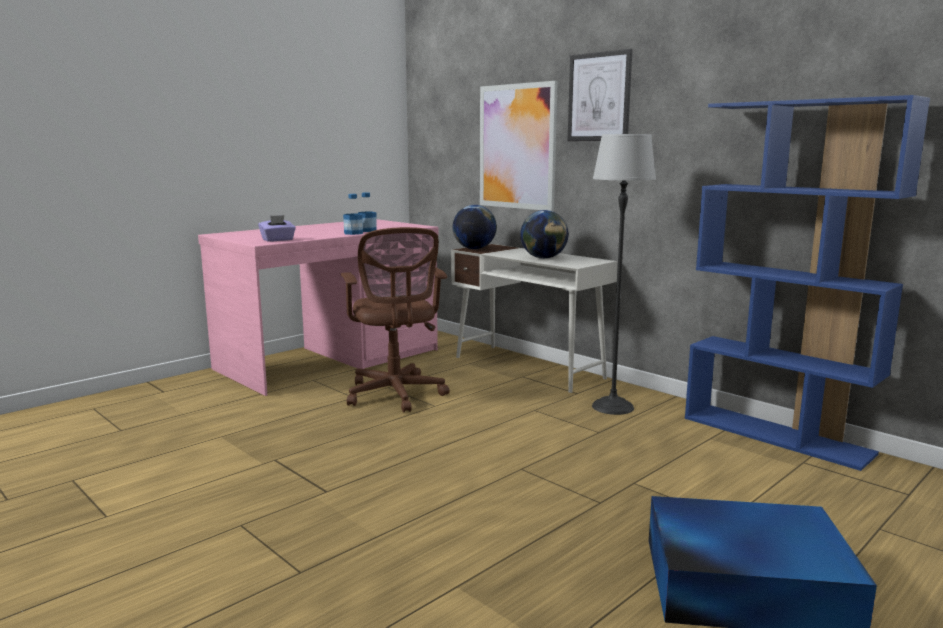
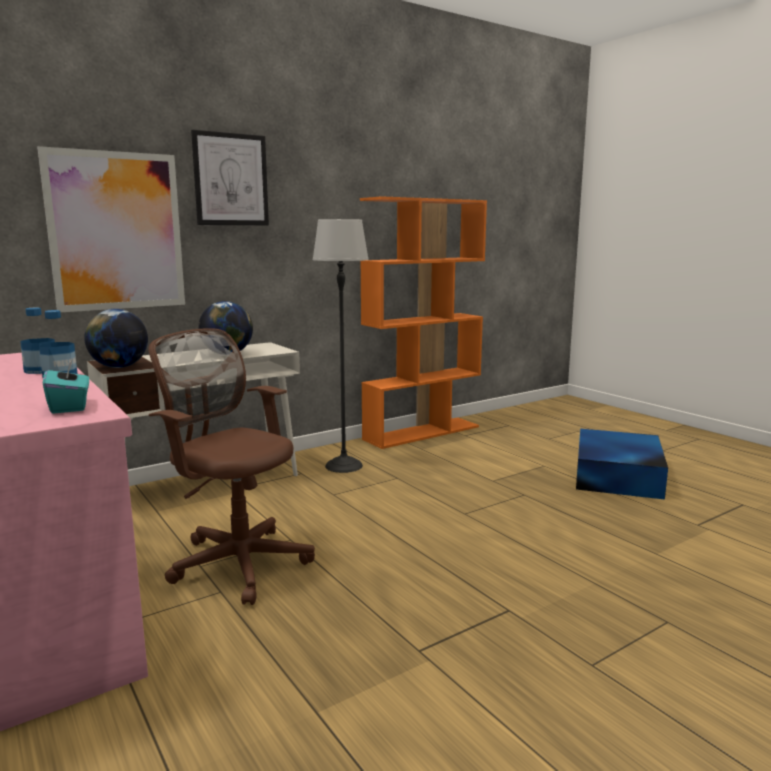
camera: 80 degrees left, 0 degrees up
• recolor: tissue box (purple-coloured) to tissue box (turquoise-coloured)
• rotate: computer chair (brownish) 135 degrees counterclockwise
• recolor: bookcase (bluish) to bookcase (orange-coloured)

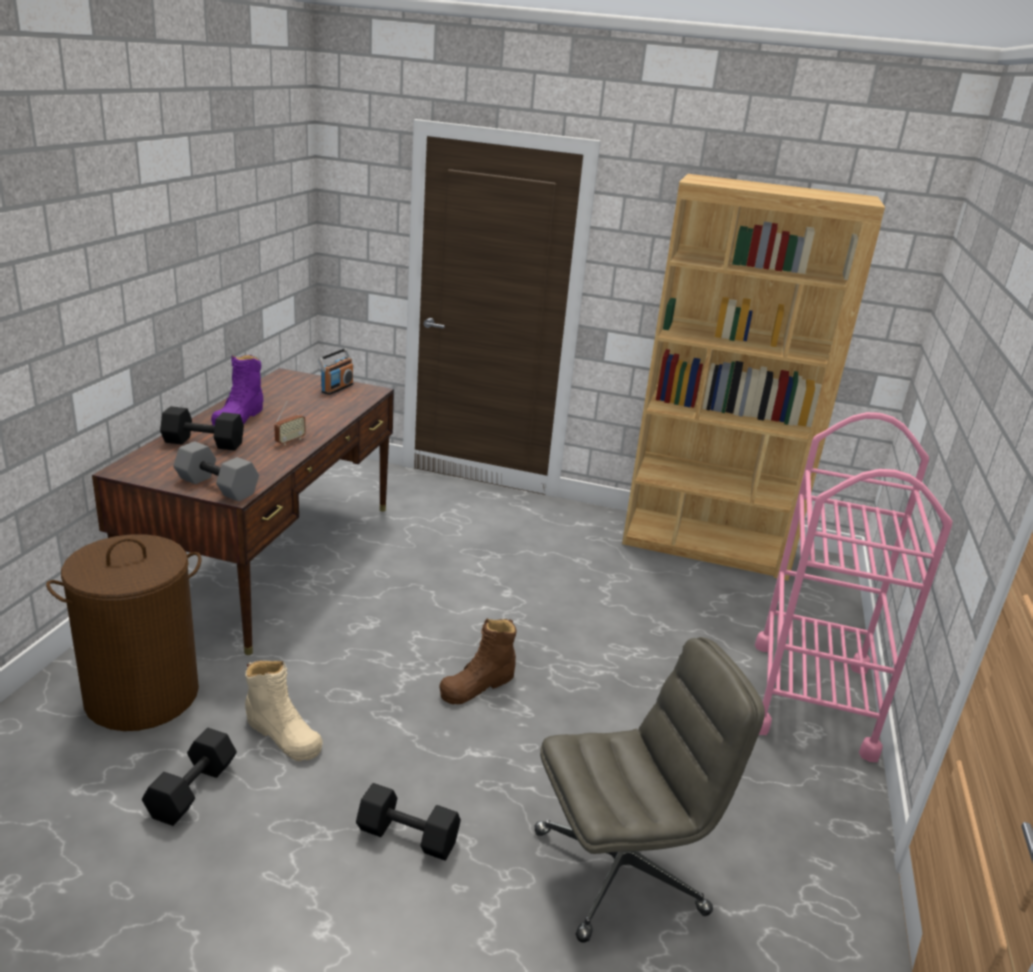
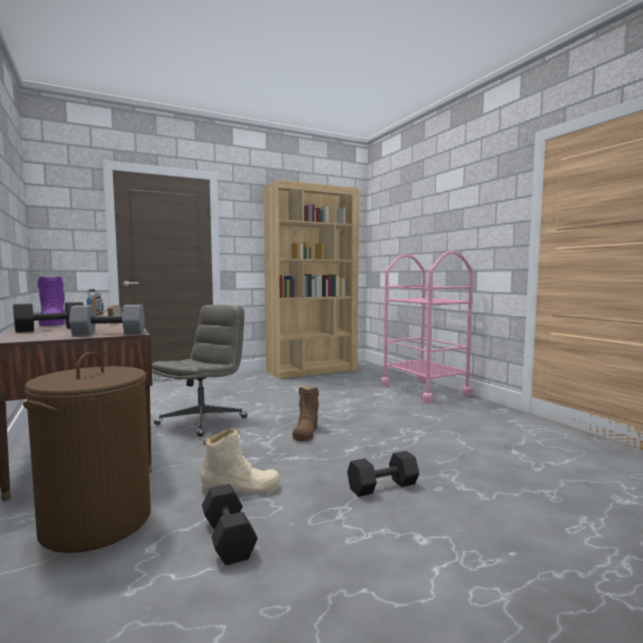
camera: 40 degrees left, 20 degrees down
• move: computer chair (grey)

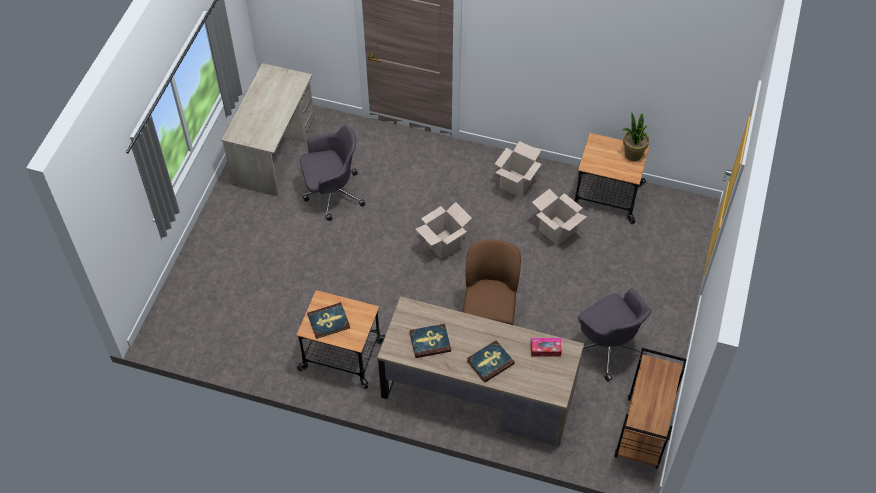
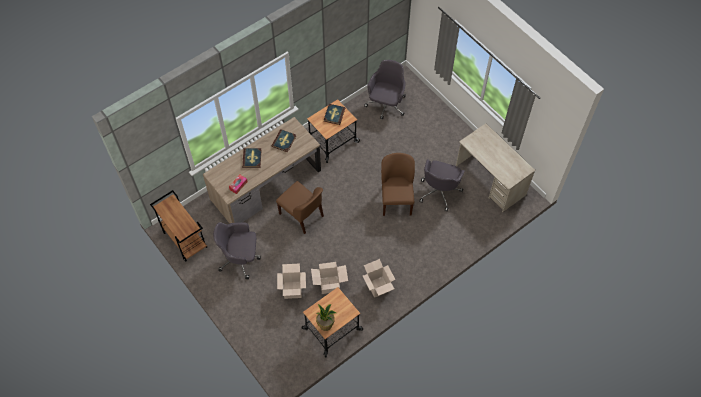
camera: 125 degrees right, 5 degrees up
• move: carton (1st from left)
• insert: computer chair (grey) (2nd from left)
• insert: plain chair (brownish) (2nd from left)

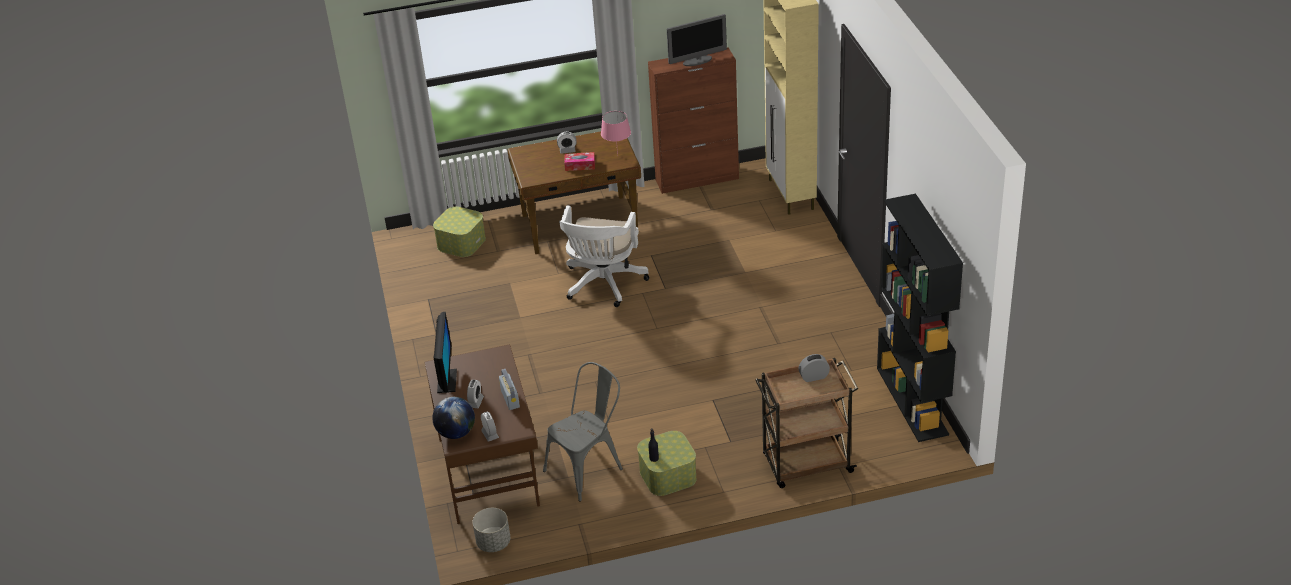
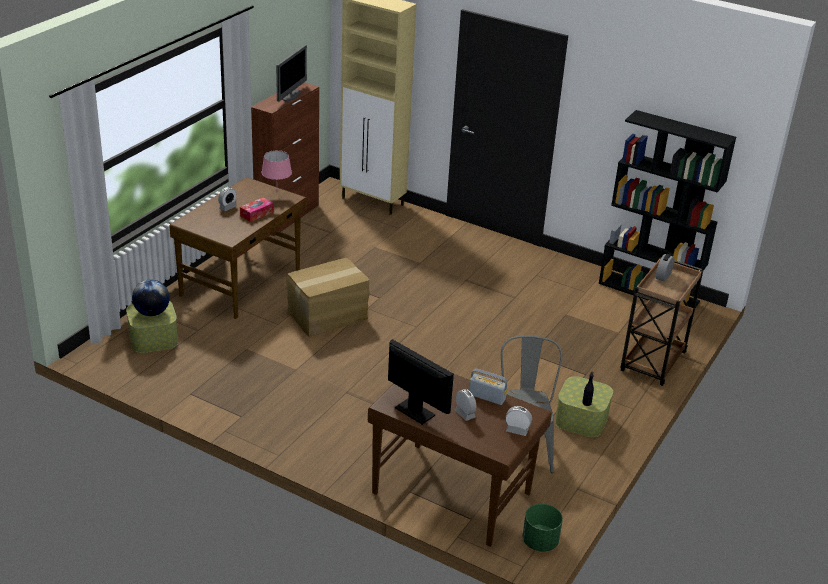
camera: 50 degrees left, 5 degrees down
• move: world globe
• recolor: plant pot (grey) to plant pot (green-coloured)
• replace: computer chair (white-coloured) to carton

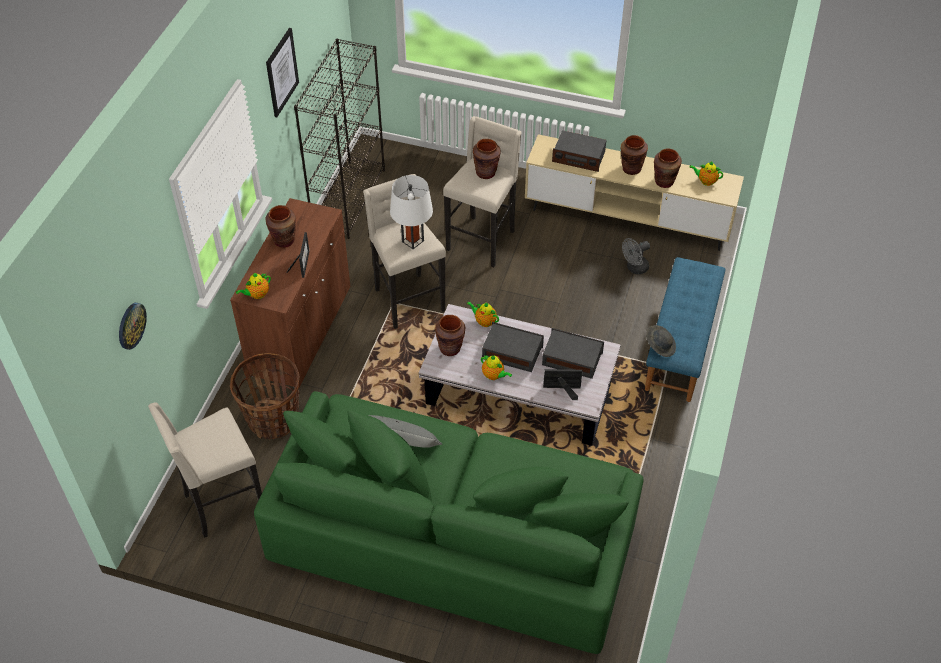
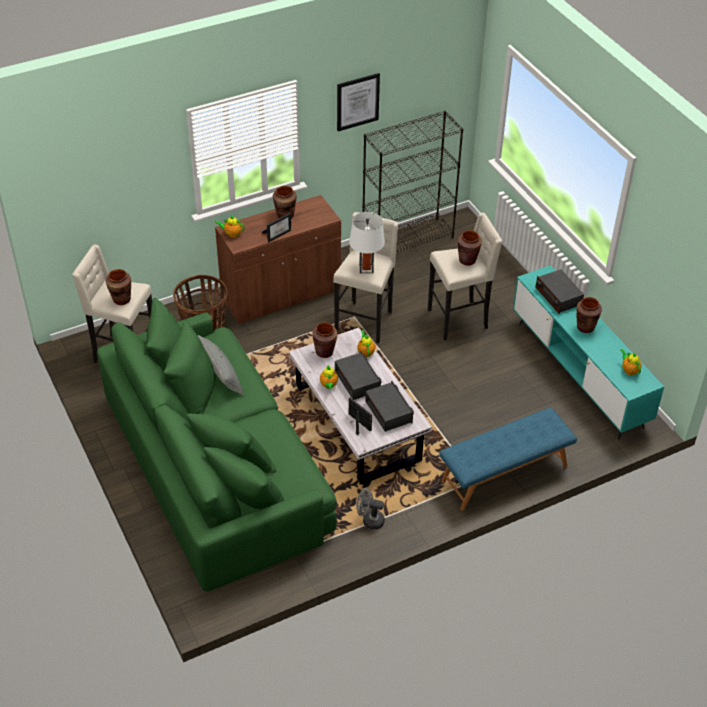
camera: 45 degrees right, 5 degrees down
• delete: wall clock
• recolor: tv stand (beige) to tv stand (turquoise-coloured)
• move: fan (grey)
• delete: hat (grey)
• move: vase (brownish) (5th from left in the first image) to vase (brownish) (1st from left)

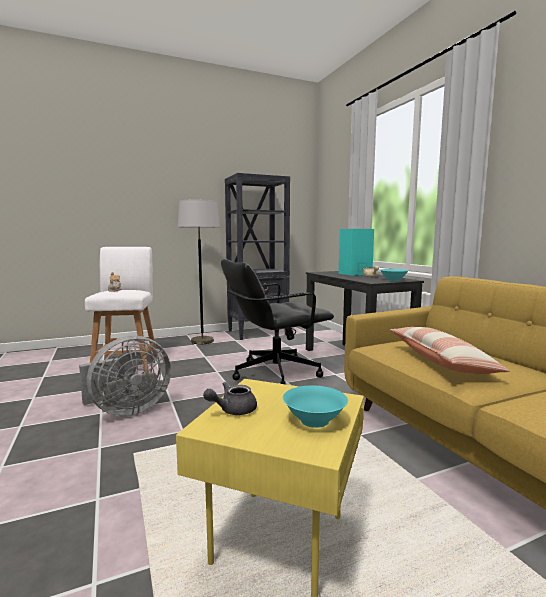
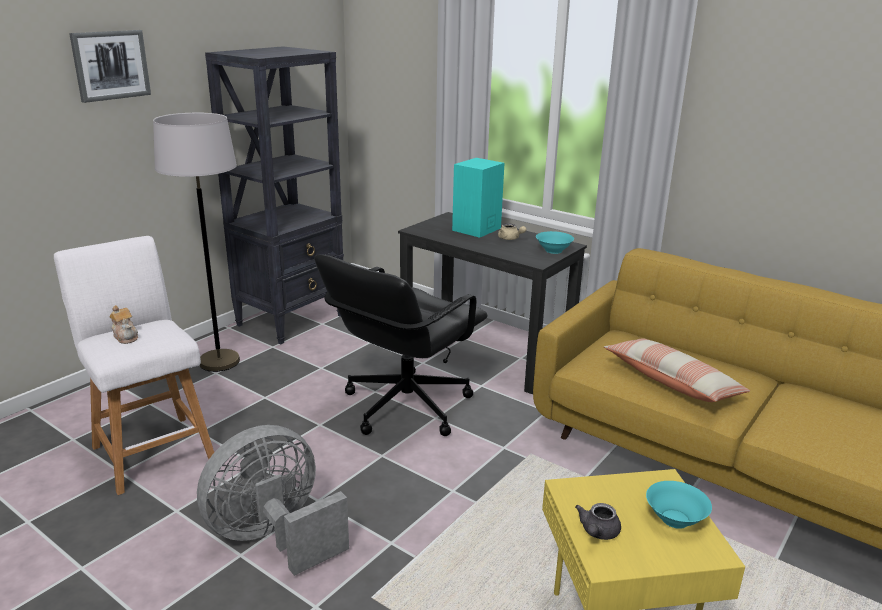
camera: 30 degrees left, 15 degrees up
• rotate: fan (grey) 150 degrees counterclockwise
• insert: wall picture

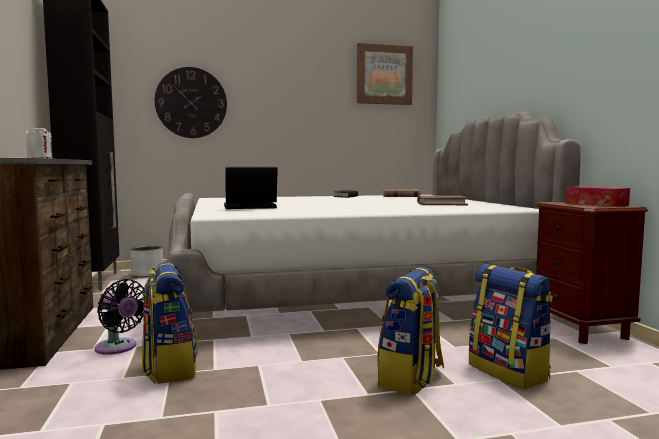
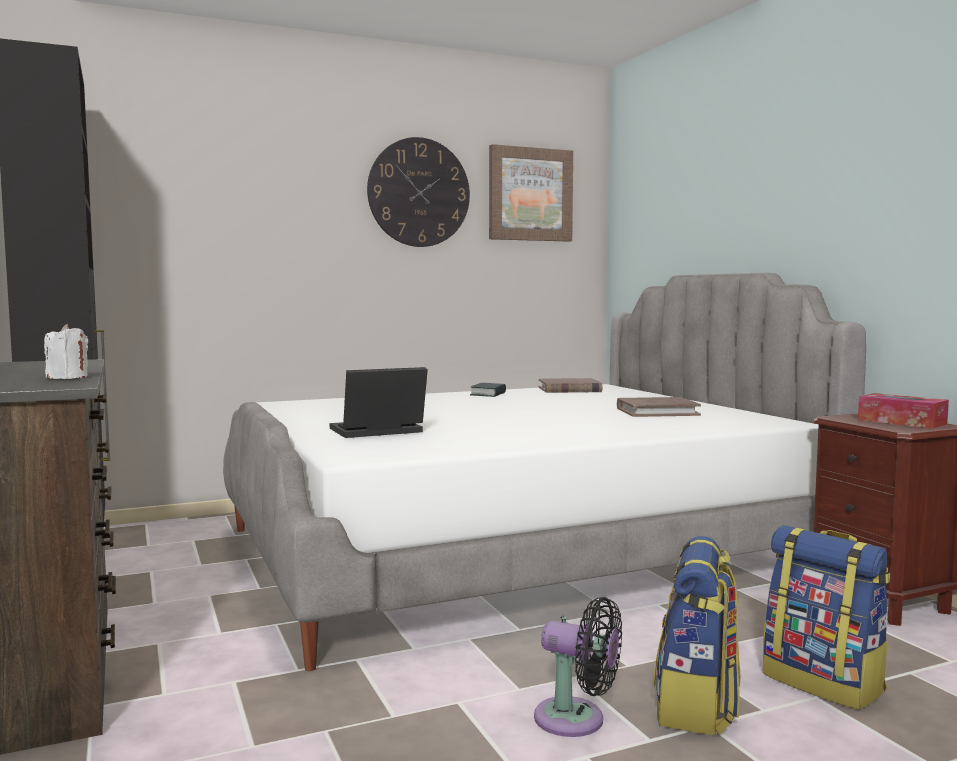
camera: 10 degrees left, 0 degrees up
• move: fan (blackish)
• delete: plant pot (grey)
• delete: knapsack (1st from left)
• move: wall clock

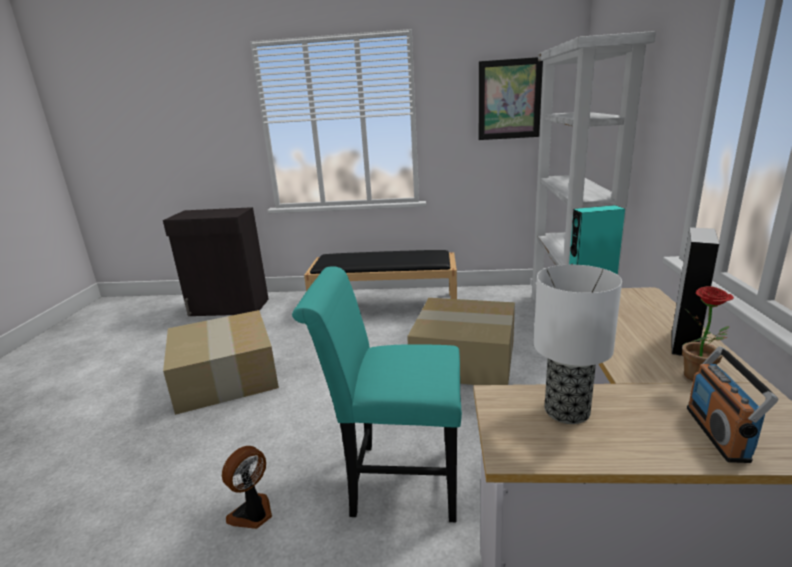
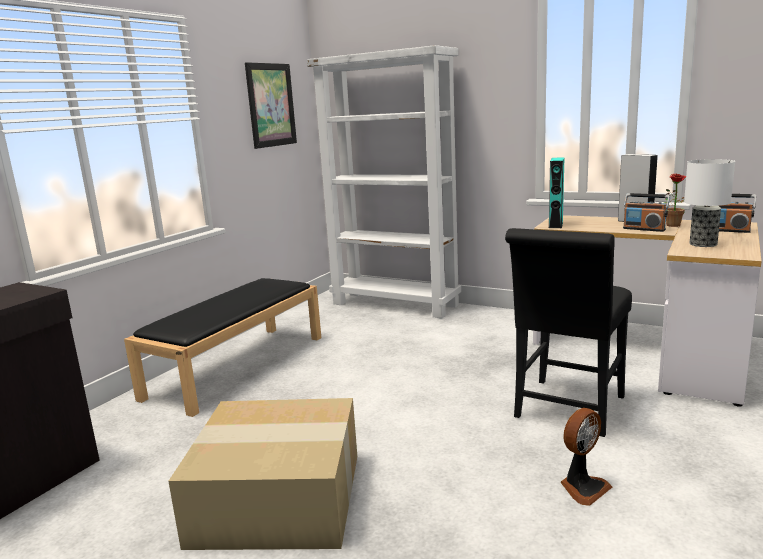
camera: 65 degrees left, 5 degrees down
• rotate: fan 105 degrees counterclockwise
• recolor: plain chair (turquoise-coloured) to plain chair (blackish)
• delete: carton (2nd from left)
• insert: radio set (1st from left)

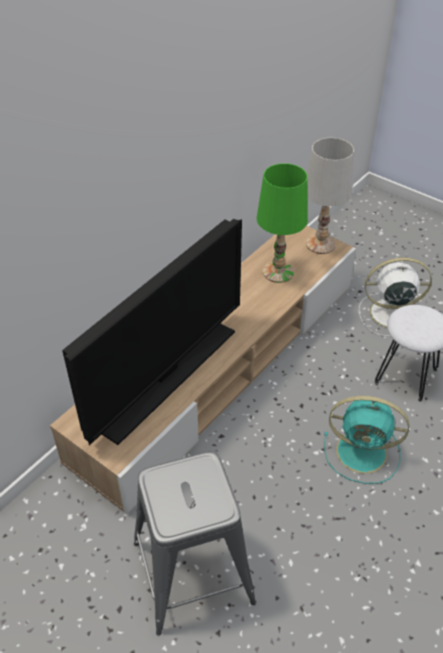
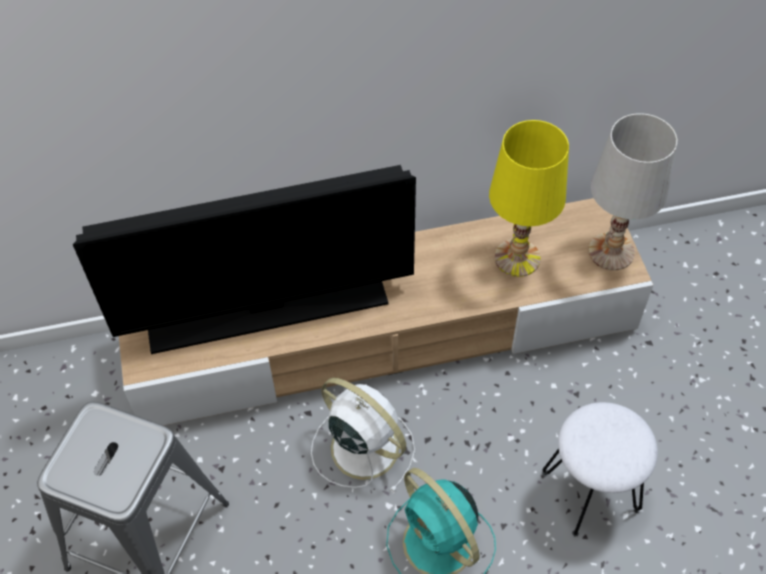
camera: 40 degrees right, 10 degrees up
• recolor: tabletop lamp (green-coloured) to tabletop lamp (yellow)
• move: fan (white-coloured)

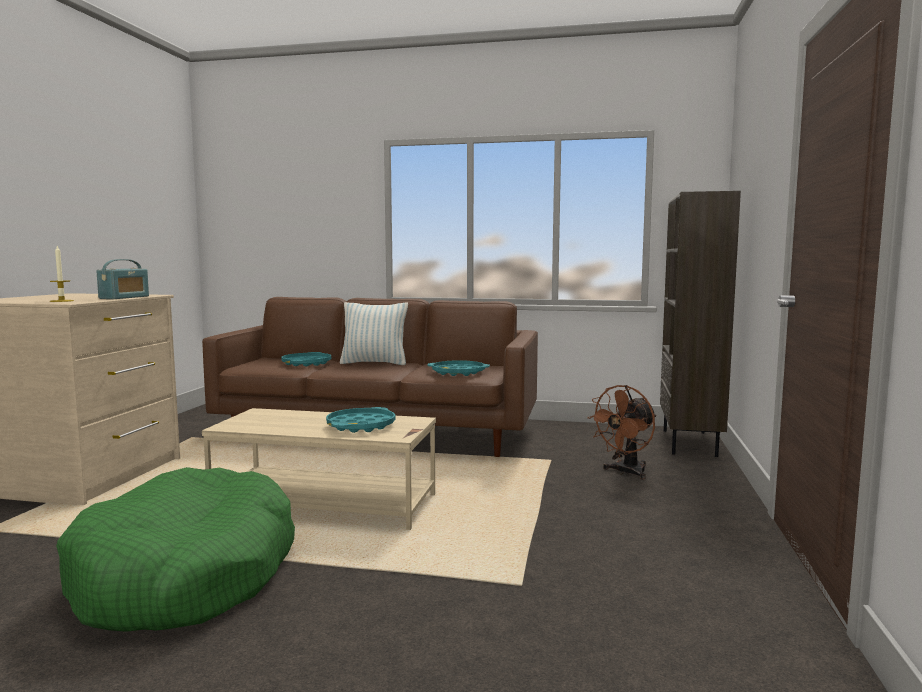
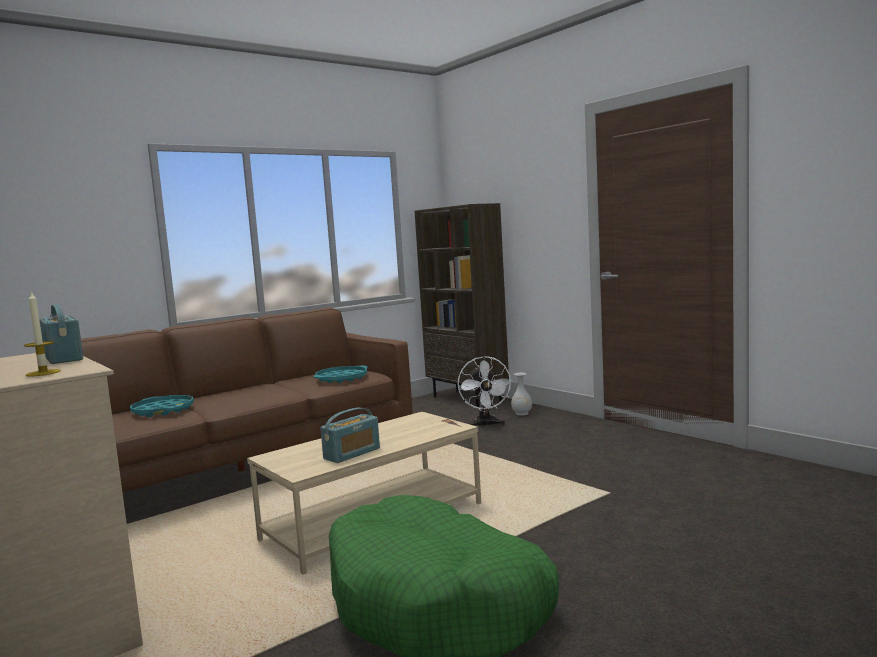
camera: 50 degrees left, 0 degrees up
• delete: serving tray (turquoise-coloured) (2nd from left)
• delete: throw pillow
• recolor: fan (brownish) to fan (white-coloured)
• insert: radio set (2nd from left)
• insert: vase (white-coloured)

